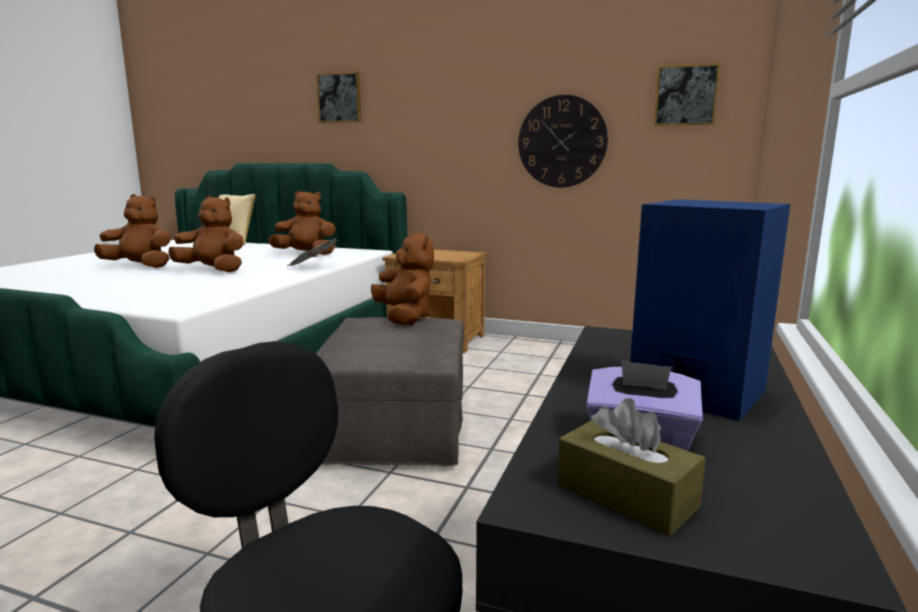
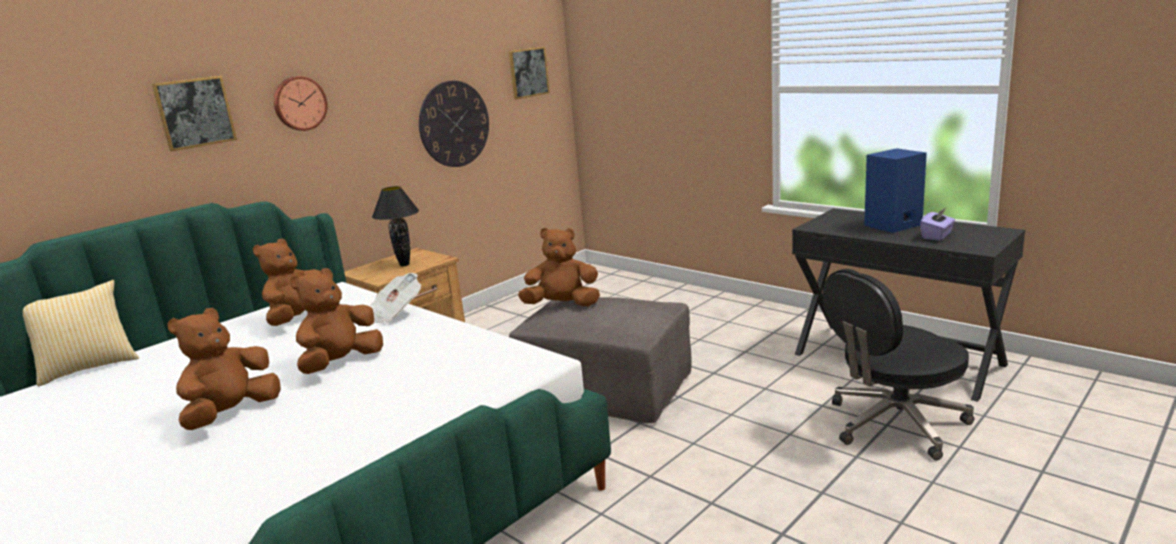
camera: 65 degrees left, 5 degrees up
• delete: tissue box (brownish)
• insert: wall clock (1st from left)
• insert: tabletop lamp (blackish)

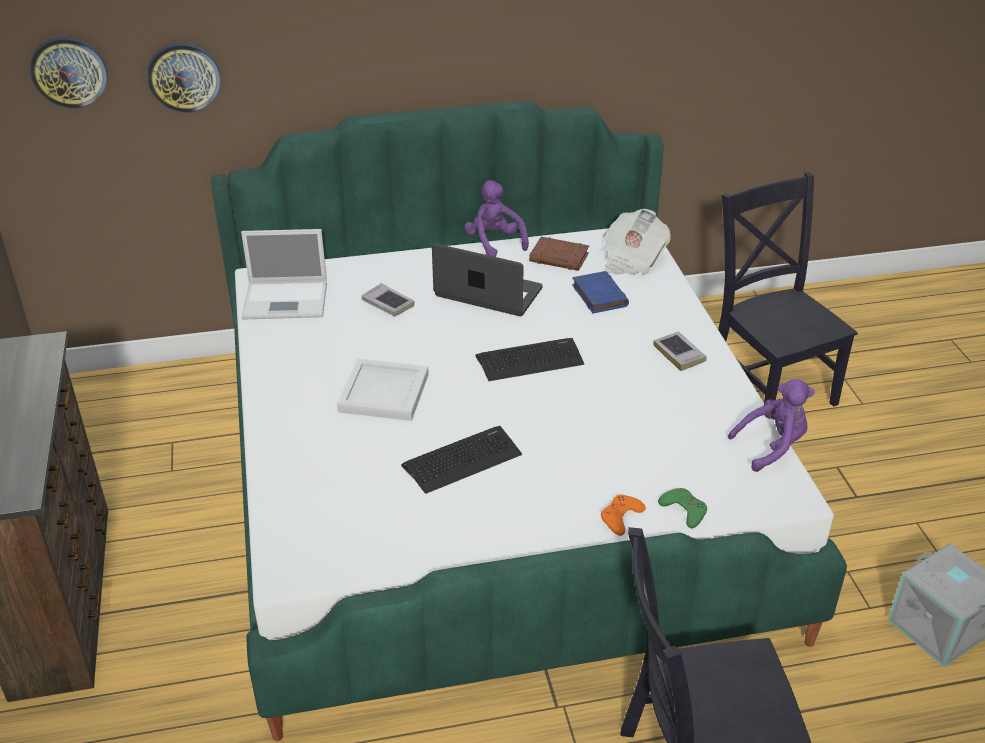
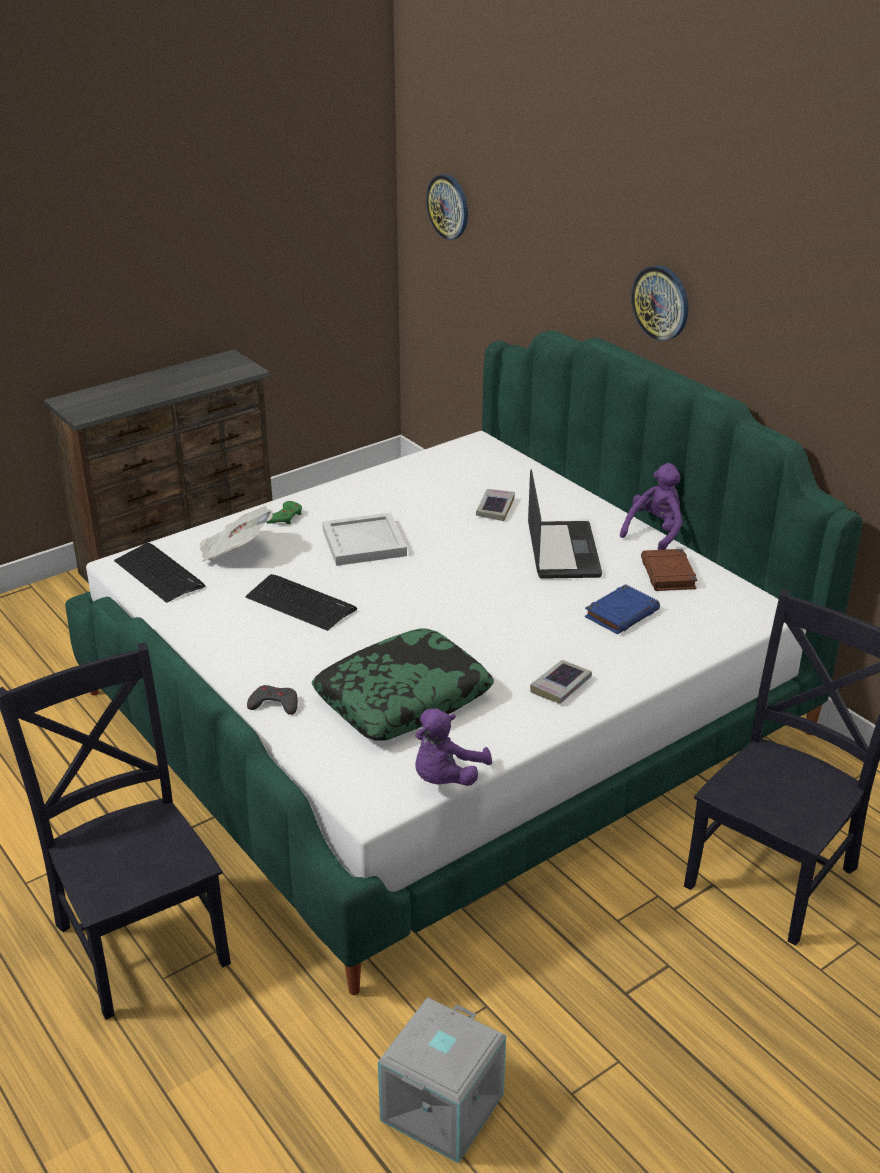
camera: 65 degrees right, 5 degrees down
• move: wall clock (2nd from left)
• delete: laptop (1st from left)
• move: computer keyboard (2nd from left in the first image) to computer keyboard (1st from left)
• recolor: gamepad (orange-coloured) to gamepad (grey)
• move: newspaper
• move: gamepad (green-coloured)
• rotate: cuddly toy (purple-coloured) (2nd from left in the first image) 75 degrees clockwise
• insert: throw pillow

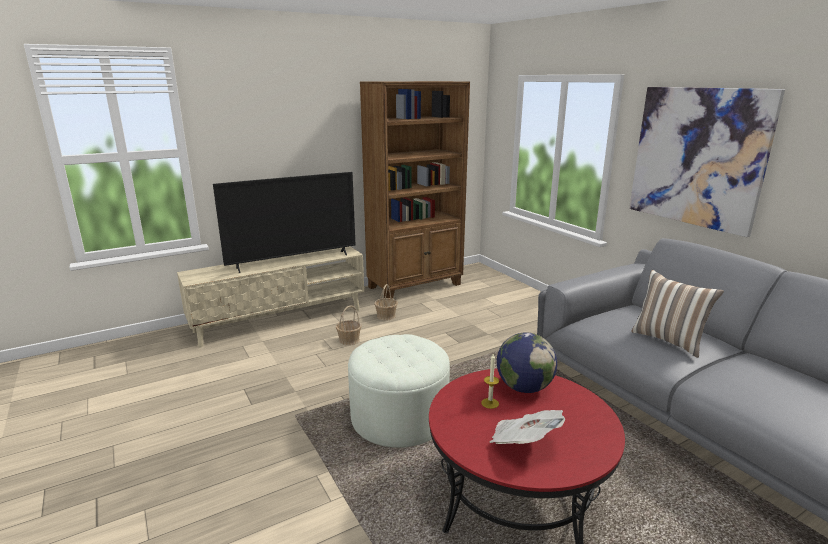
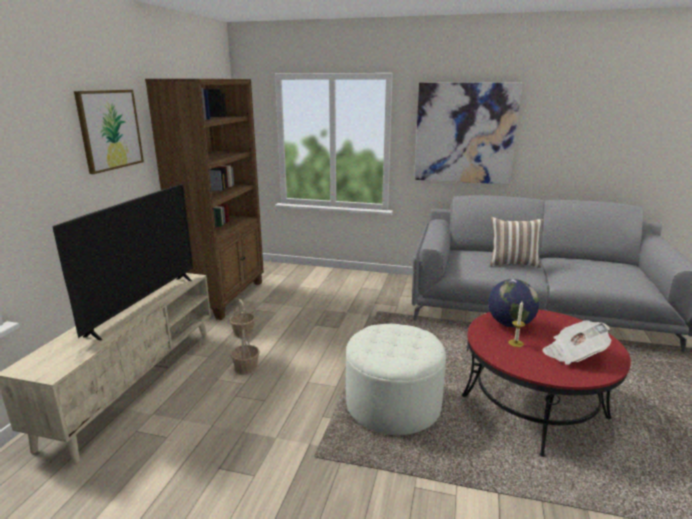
camera: 45 degrees left, 0 degrees up
• insert: wall picture (1st from left)

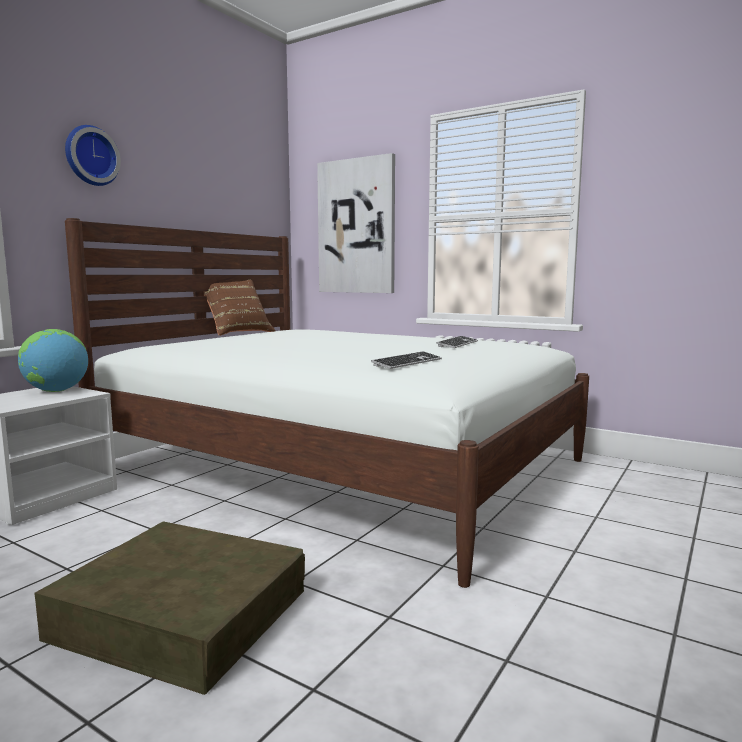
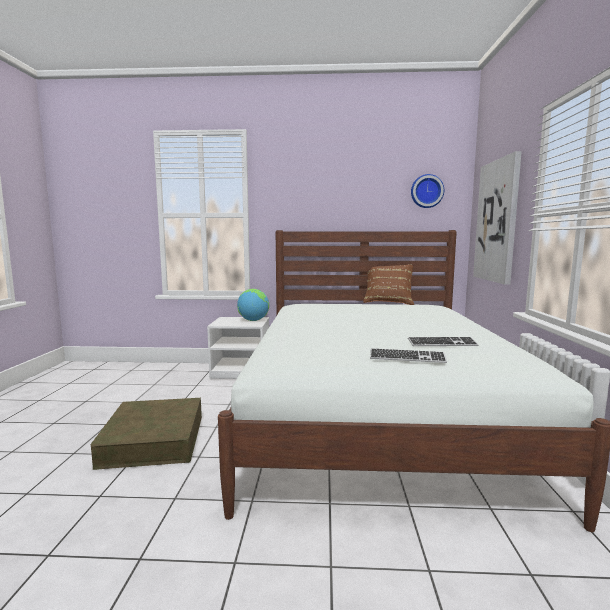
camera: 60 degrees right, 0 degrees up
• move: wall clock
• move: computer keyboard (1st from left)

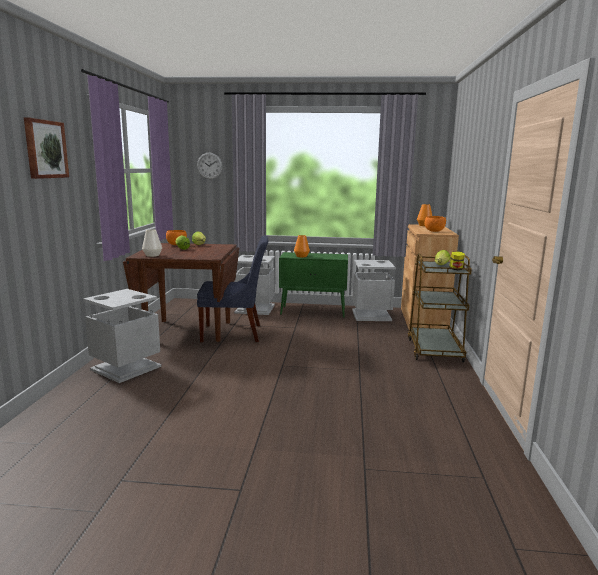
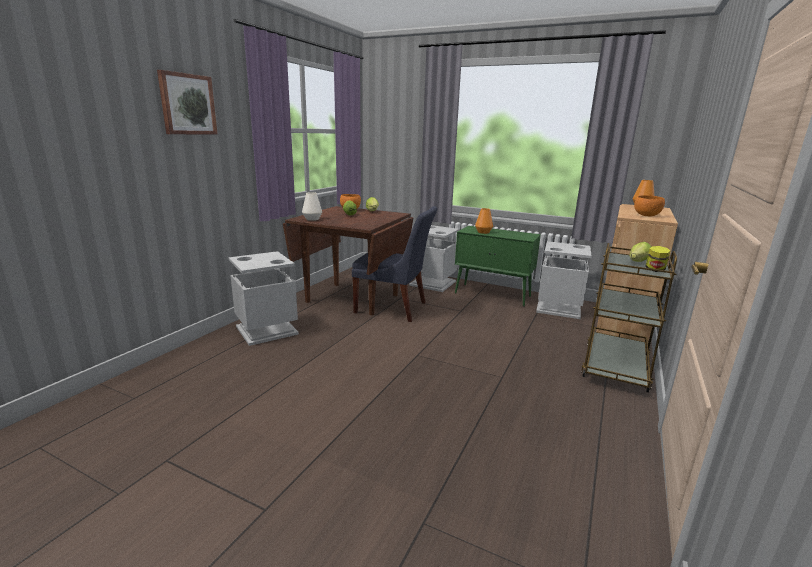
camera: 20 degrees right, 5 degrees up
• delete: wall clock

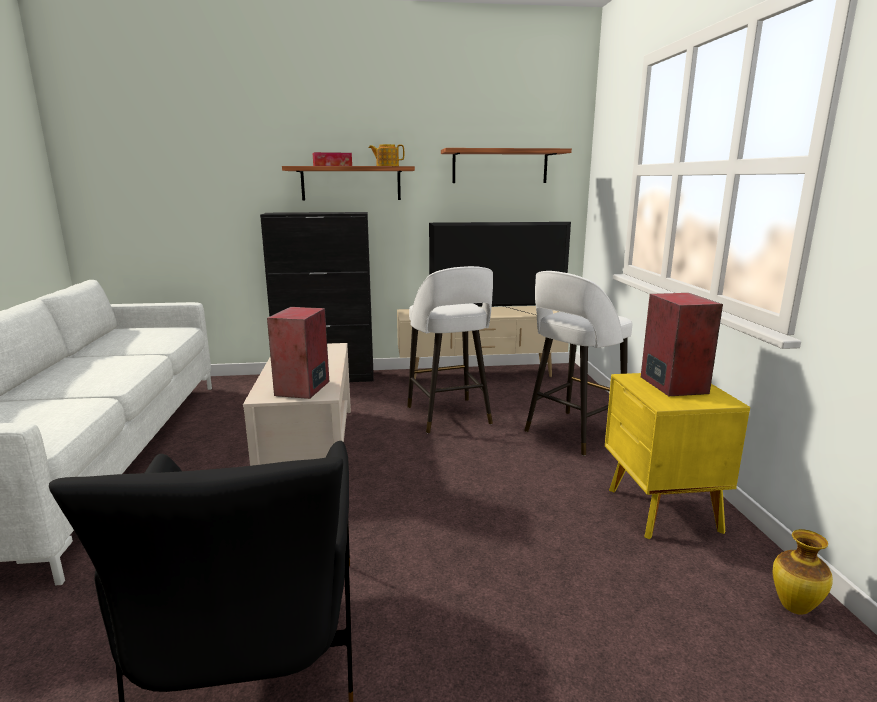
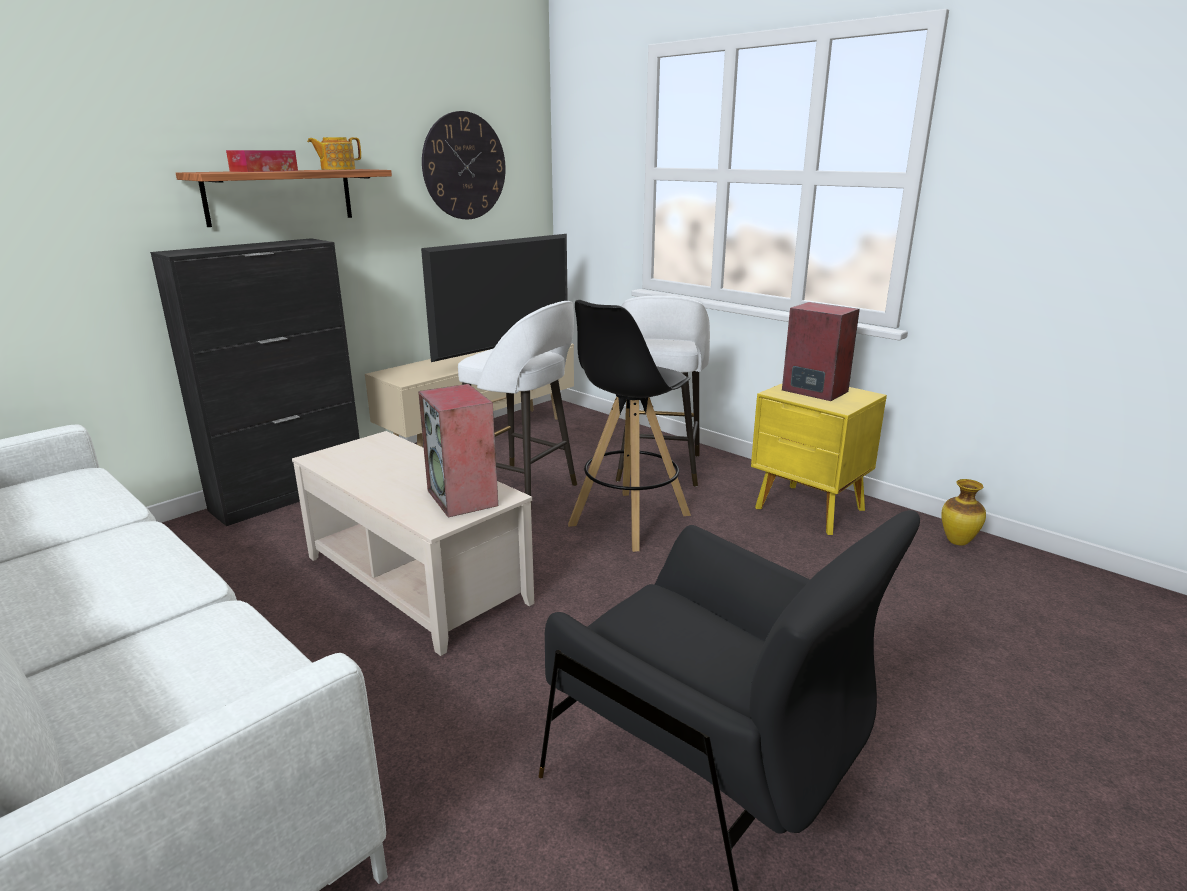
camera: 40 degrees left, 5 degrees up
• replace: bracket shelf (2nd from left) to wall clock
• insert: sitting stool (blackish)

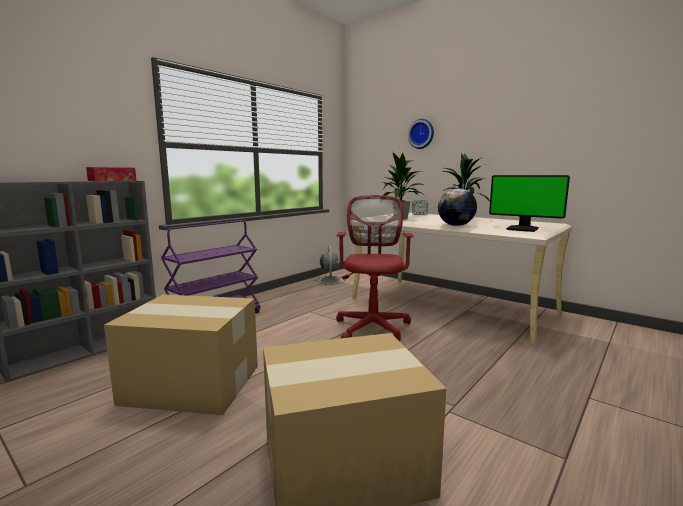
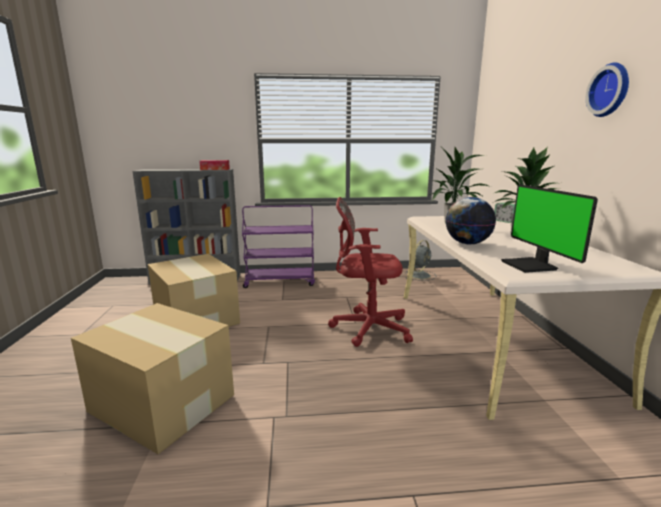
camera: 45 degrees right, 5 degrees up
• rotate: computer chair (red) 135 degrees counterclockwise
• move: wall clock

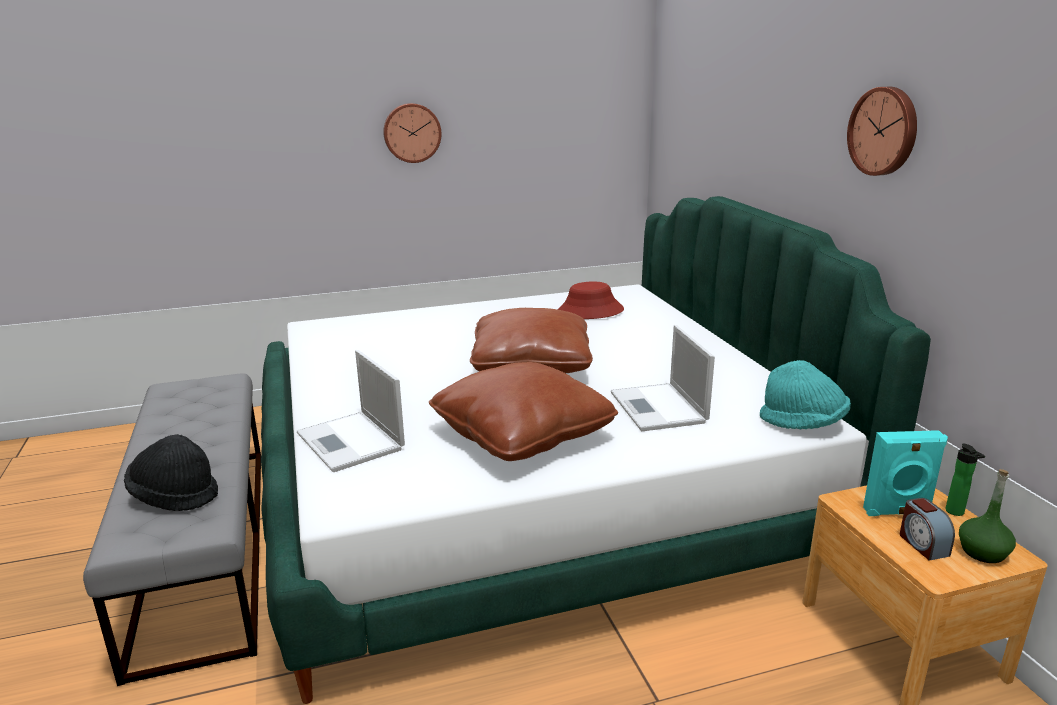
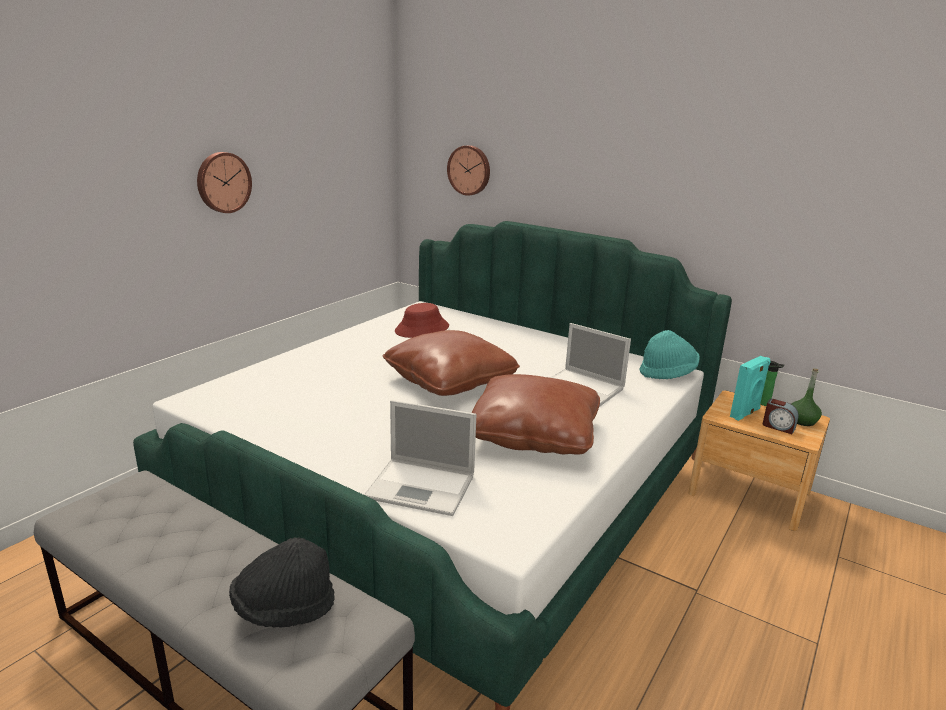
camera: 40 degrees left, 0 degrees up
• move: wall clock (2nd from left)

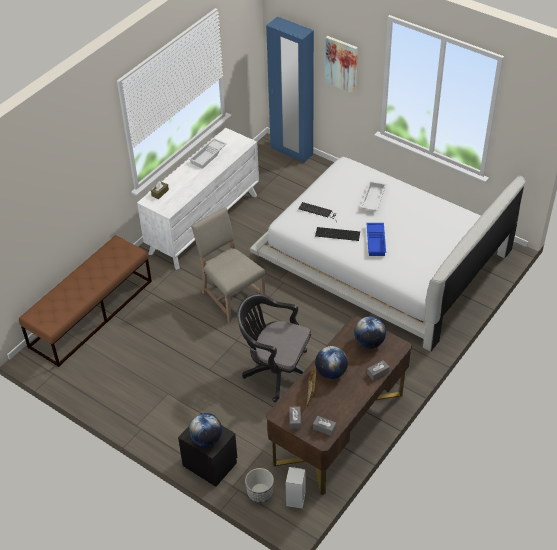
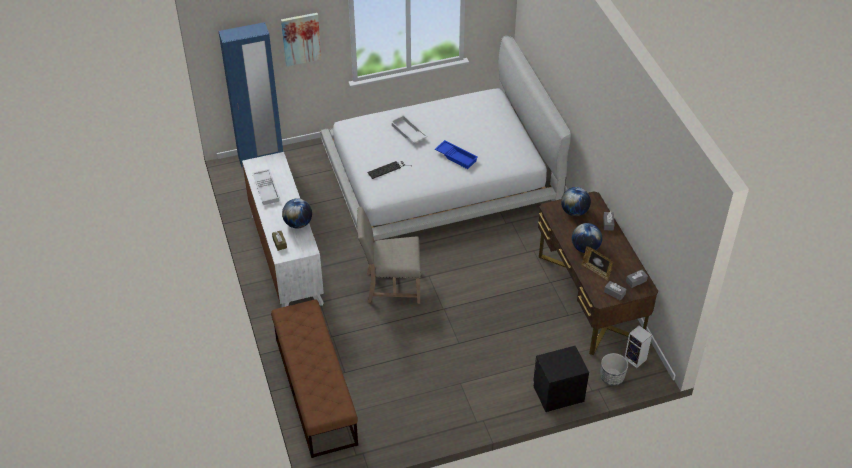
camera: 55 degrees left, 0 degrees up
• move: world globe (1st from left)
• delete: computer chair (blackish)
• delete: computer keyboard (2nd from left)

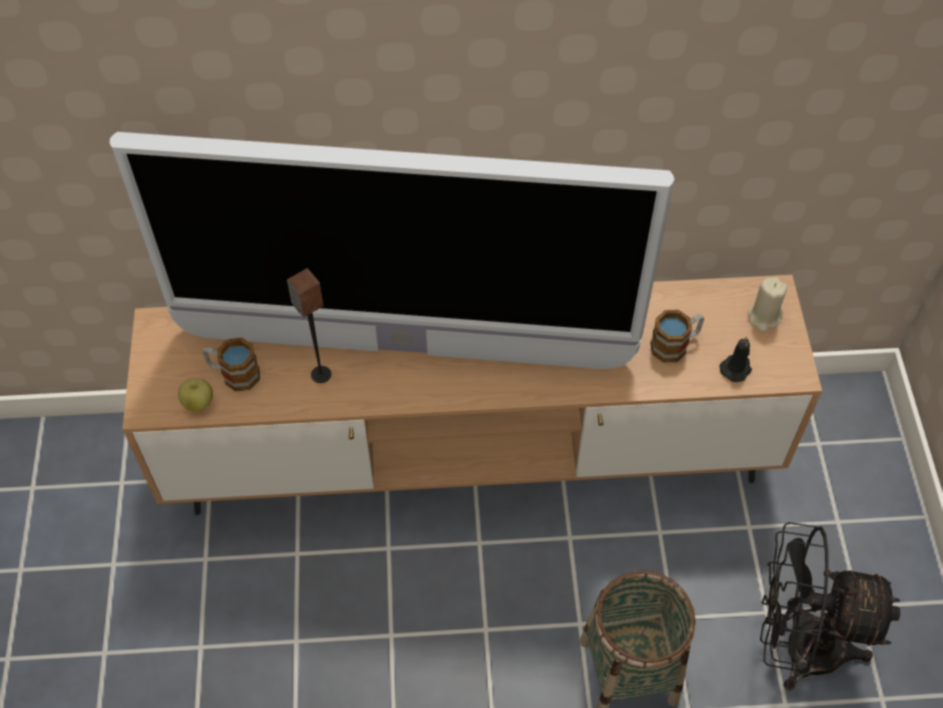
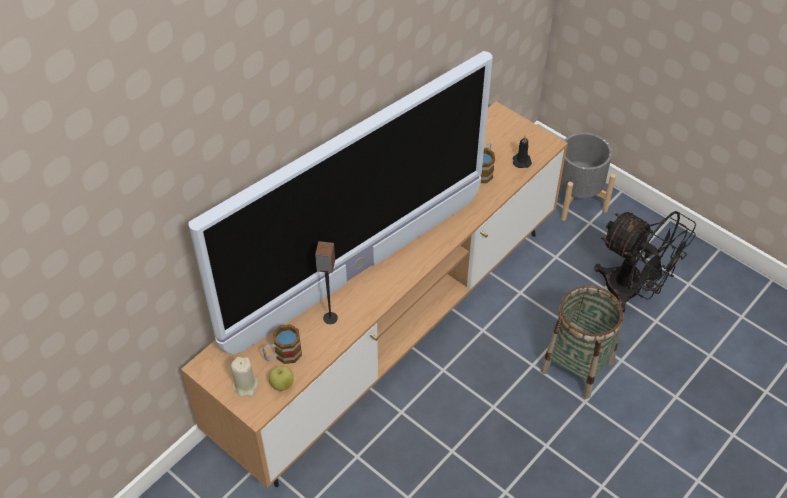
camera: 45 degrees left, 5 degrees down
• move: wax light (beige)
• rotate: fan (blackish) 105 degrees counterclockwise
• insert: plant pot (grey)

